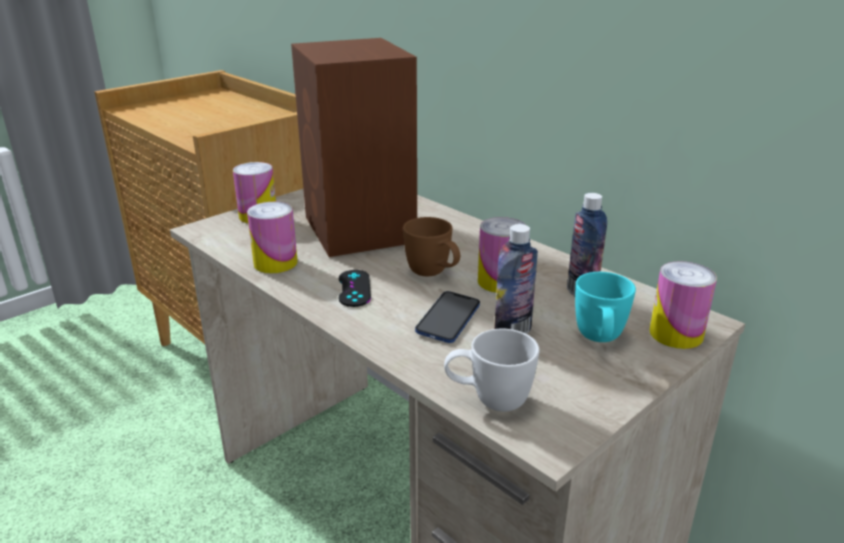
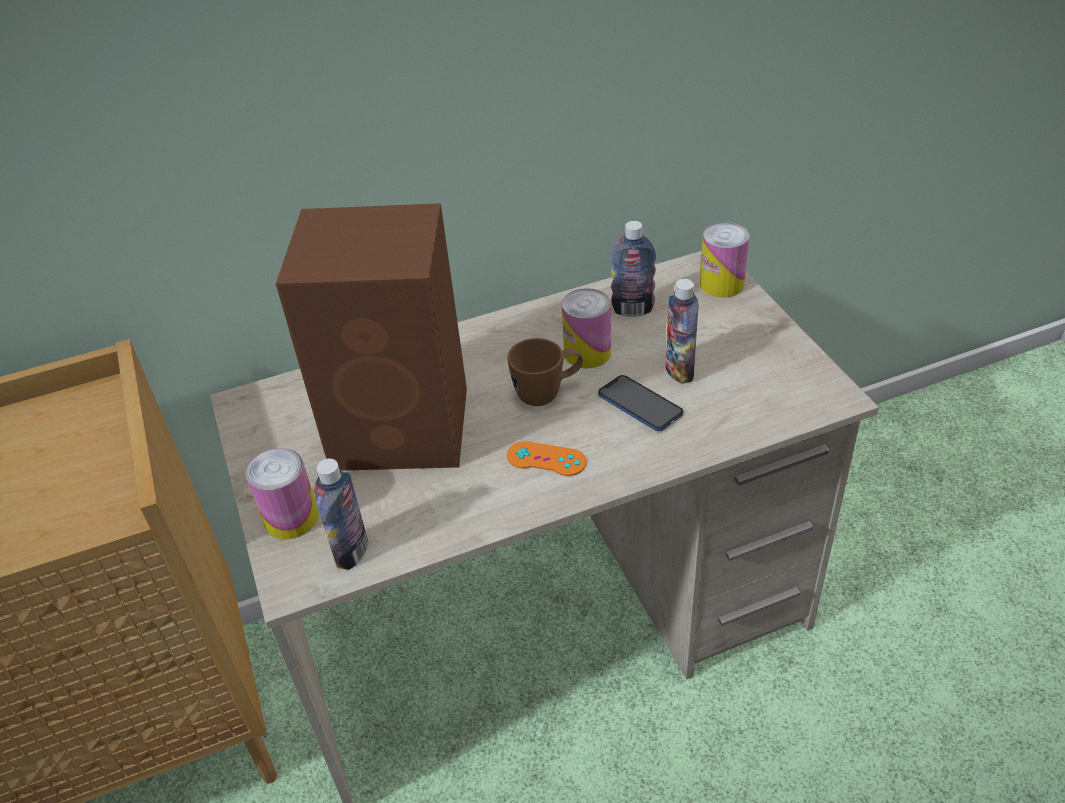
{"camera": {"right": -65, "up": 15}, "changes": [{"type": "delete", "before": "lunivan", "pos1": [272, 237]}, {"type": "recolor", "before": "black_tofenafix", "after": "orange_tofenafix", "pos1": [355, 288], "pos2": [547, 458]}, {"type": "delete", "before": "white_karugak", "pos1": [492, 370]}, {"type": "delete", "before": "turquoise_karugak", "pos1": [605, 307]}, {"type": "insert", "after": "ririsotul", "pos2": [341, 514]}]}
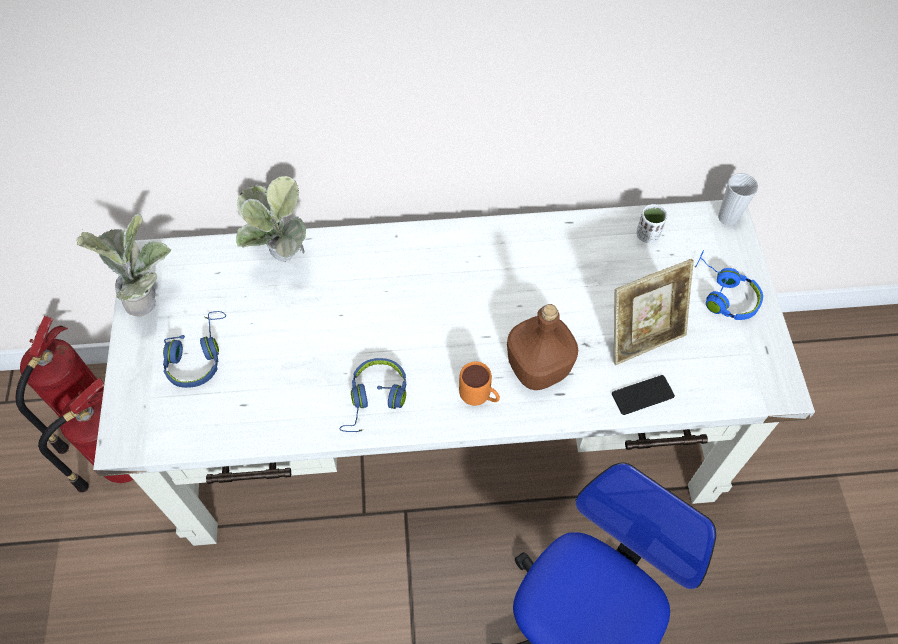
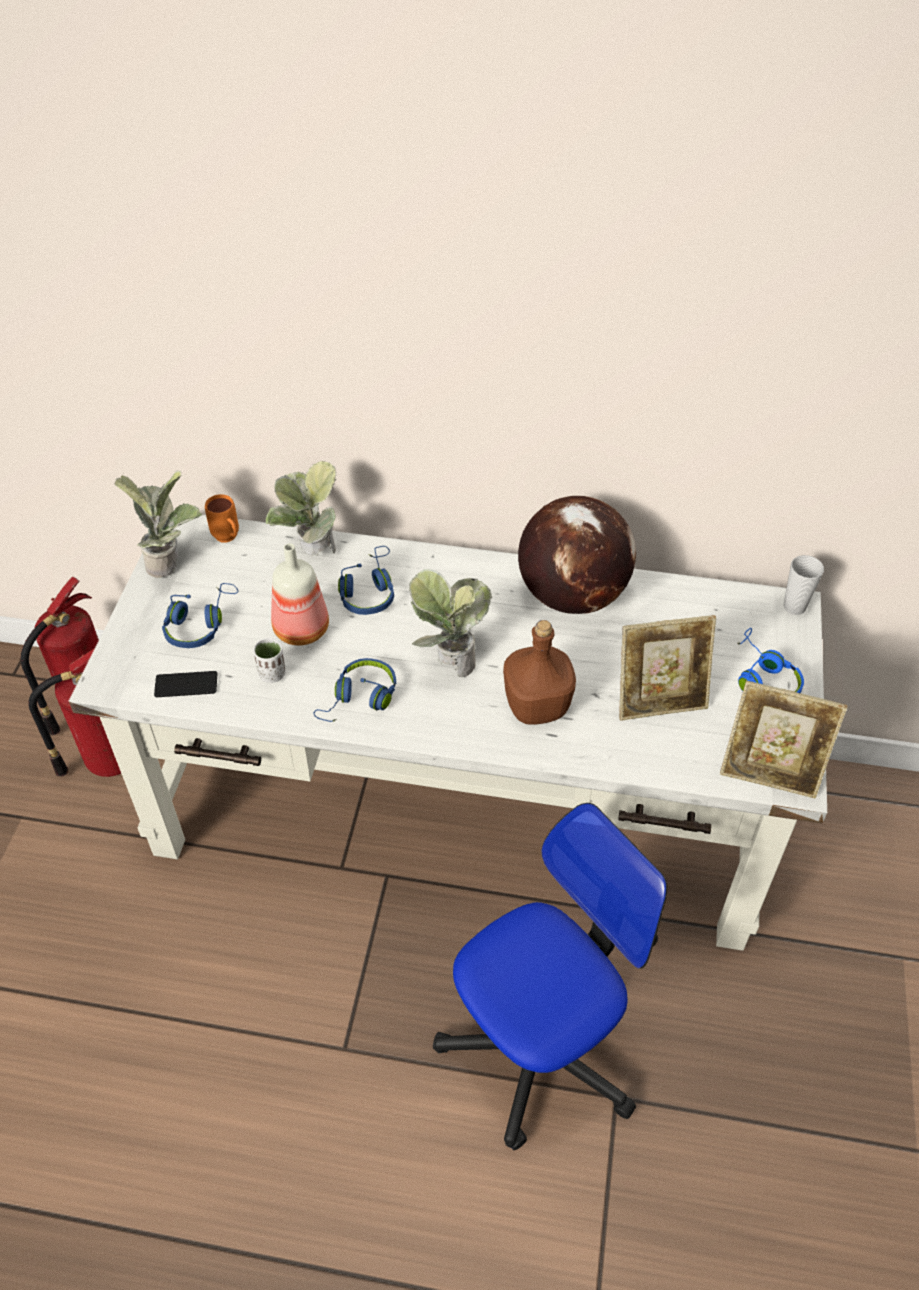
{"camera": {"right": 15, "up": -10}, "changes": [{"type": "move", "before": "orange_karugak", "pos1": [479, 383], "pos2": [222, 518]}, {"type": "move", "before": "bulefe", "pos1": [643, 395], "pos2": [185, 684]}, {"type": "move", "before": "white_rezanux", "pos1": [651, 223], "pos2": [269, 660]}, {"type": "insert", "after": "ririsotul", "pos2": [300, 594]}, {"type": "insert", "after": "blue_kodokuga", "pos2": [366, 580]}, {"type": "insert", "after": "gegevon", "pos2": [450, 623]}, {"type": "insert", "after": "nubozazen", "pos2": [577, 555]}, {"type": "insert", "after": "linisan", "pos2": [784, 739]}]}
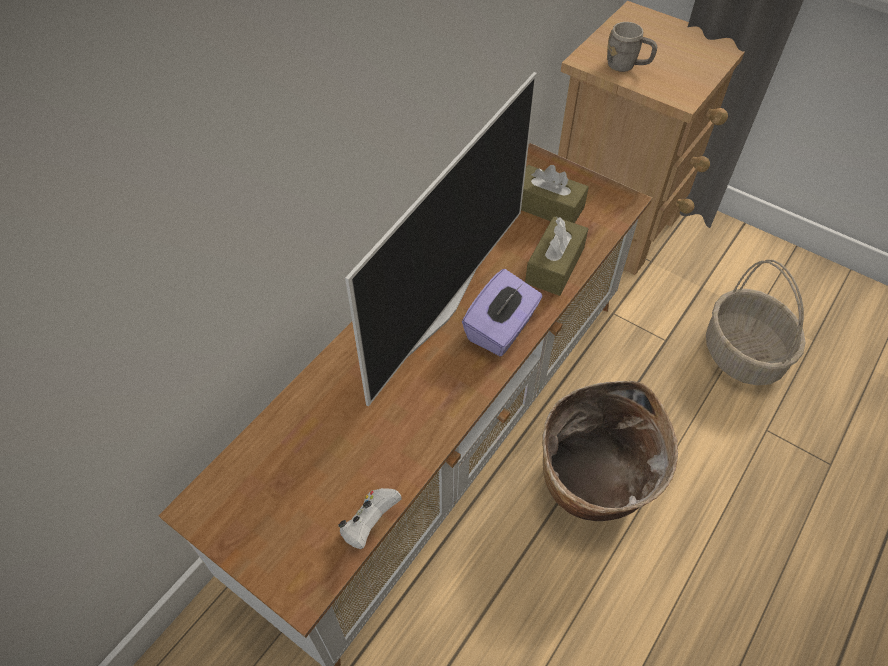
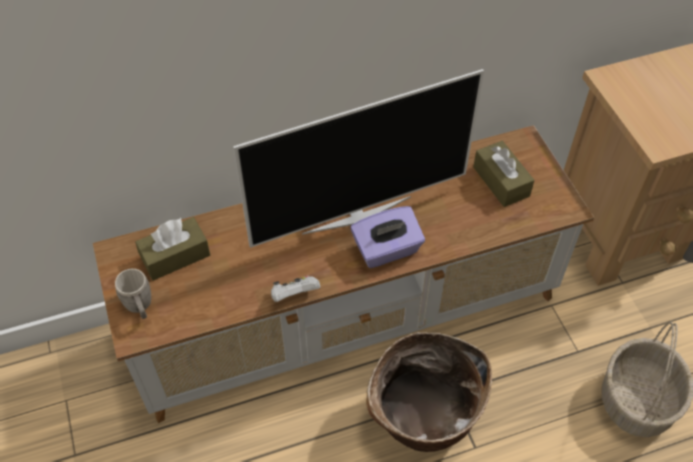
{"camera": {"right": 35, "up": 0}, "changes": [{"type": "move", "before": "white_tofenafix", "pos1": [370, 518], "pos2": [295, 289]}, {"type": "move", "before": "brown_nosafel", "pos1": [556, 256], "pos2": [172, 249]}, {"type": "move", "before": "grey_karugak", "pos1": [632, 47], "pos2": [133, 294]}]}
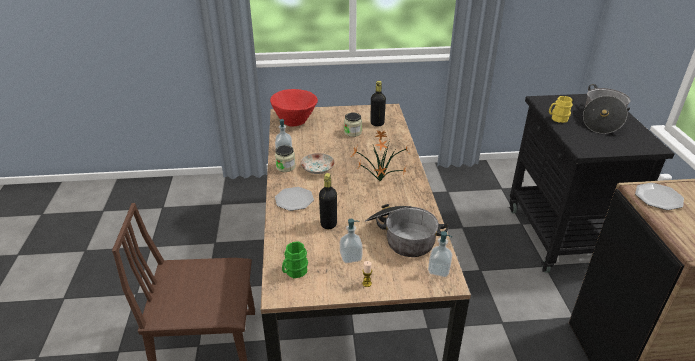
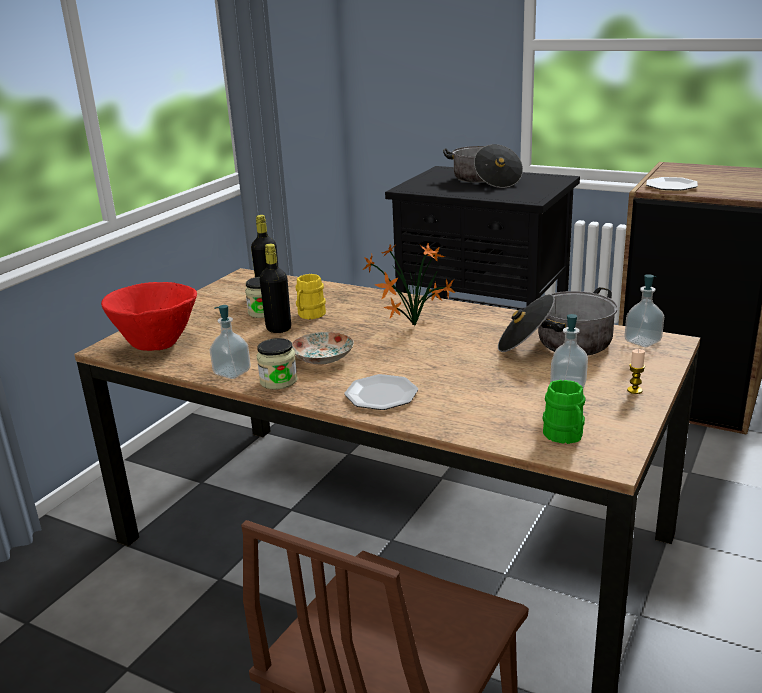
{"camera": {"right": -55, "up": -10}, "changes": [{"type": "move", "before": "black_ririsotul", "pos1": [328, 201], "pos2": [275, 288]}, {"type": "move", "before": "yellow_karugak", "pos1": [561, 109], "pos2": [311, 296]}]}
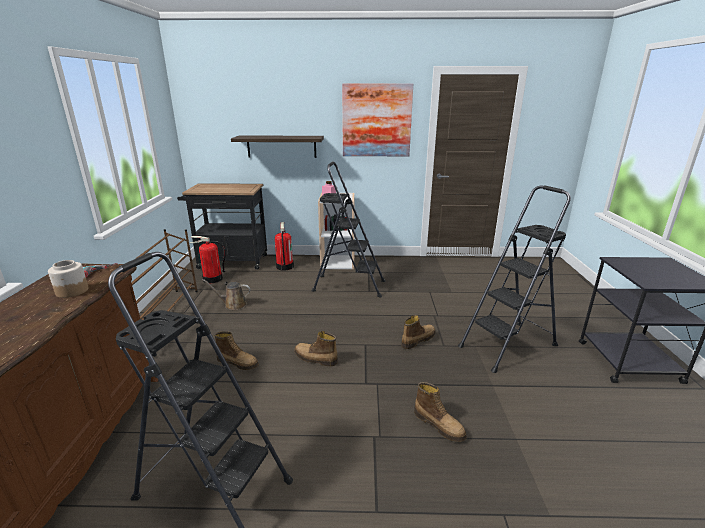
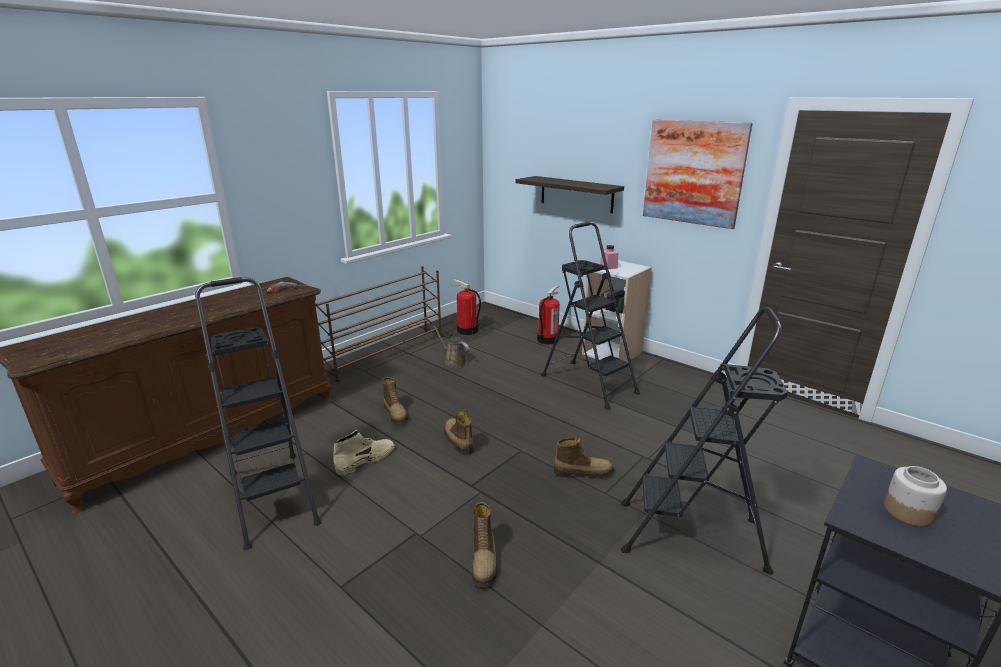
{"camera": {"right": 40, "up": 0}, "changes": [{"type": "move", "before": "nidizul", "pos1": [68, 279], "pos2": [915, 496]}, {"type": "delete", "before": "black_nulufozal", "pos1": [222, 226]}, {"type": "insert", "after": "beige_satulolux", "pos2": [364, 452]}]}
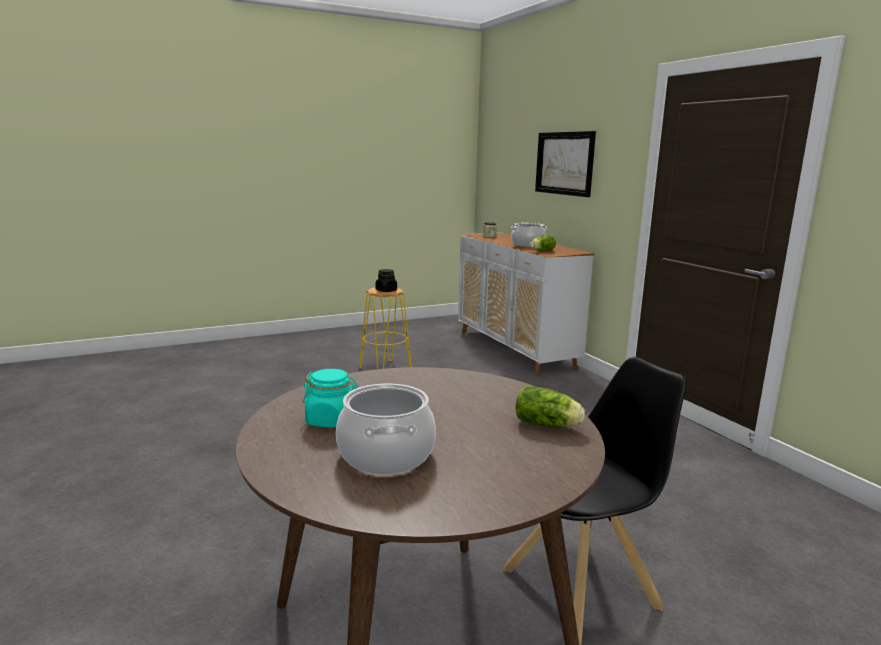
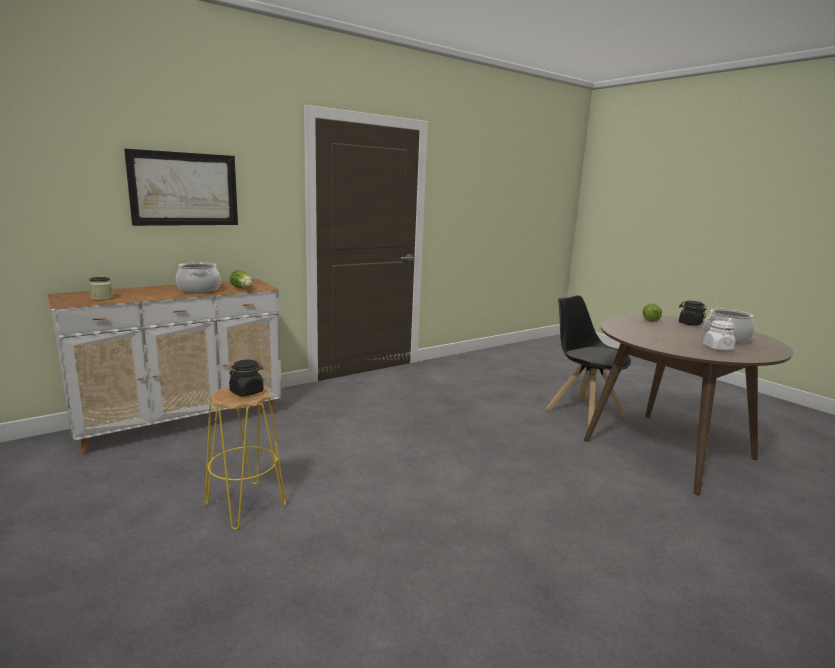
{"camera": {"right": -100, "up": 0}, "changes": [{"type": "recolor", "before": "turquoise_nidizul", "after": "white_nidizul", "pos1": [331, 398], "pos2": [719, 335]}, {"type": "insert", "after": "black_nidizul", "pos2": [692, 313]}]}
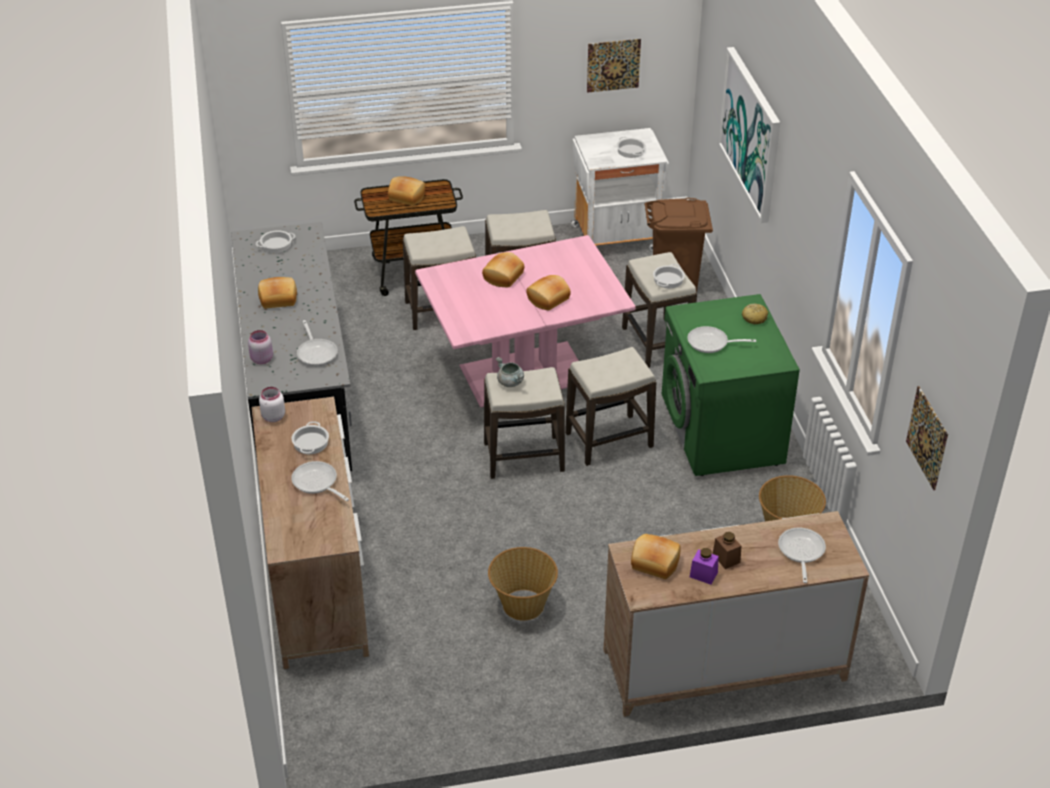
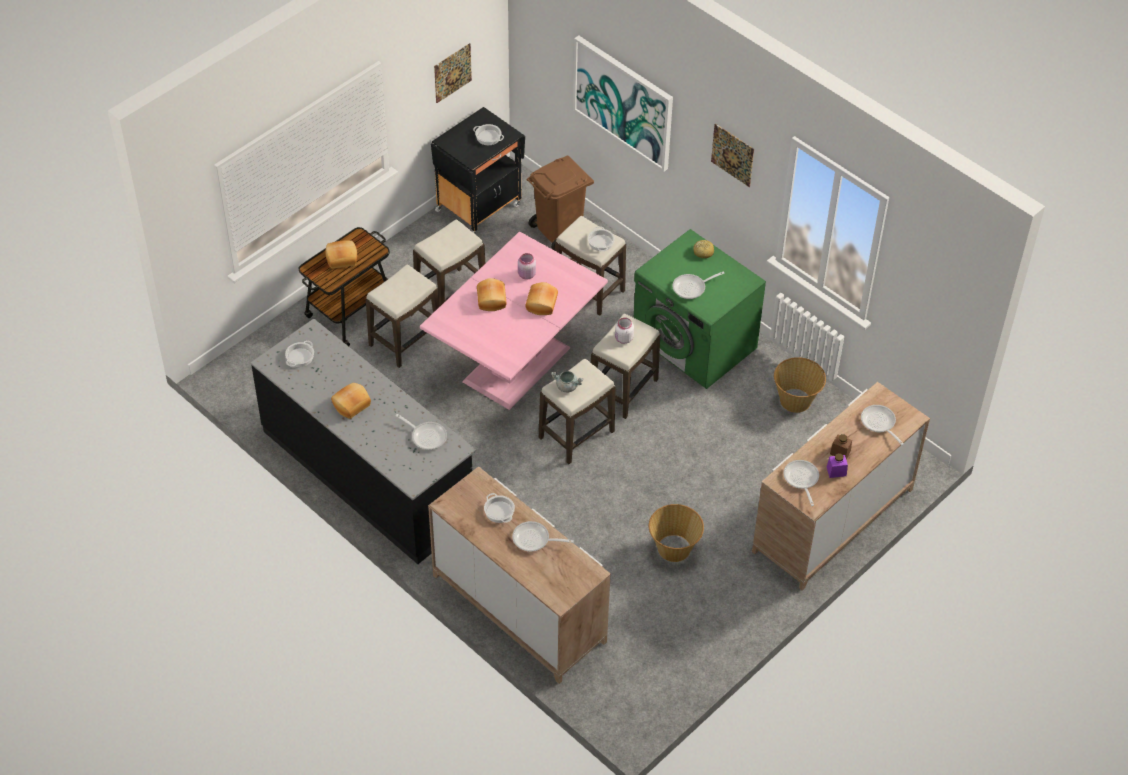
{"camera": {"right": -35, "up": 10}, "changes": [{"type": "move", "before": "pink_nidizul", "pos1": [260, 347], "pos2": [527, 266]}, {"type": "move", "before": "white_nidizul", "pos1": [272, 404], "pos2": [624, 331]}, {"type": "recolor", "before": "white_nulufozal", "after": "black_nulufozal", "pos1": [620, 189], "pos2": [478, 170]}, {"type": "replace", "before": "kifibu", "after": "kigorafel", "pos1": [656, 556], "pos2": [801, 483]}, {"type": "move", "before": "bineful", "pos1": [927, 438], "pos2": [732, 155]}]}
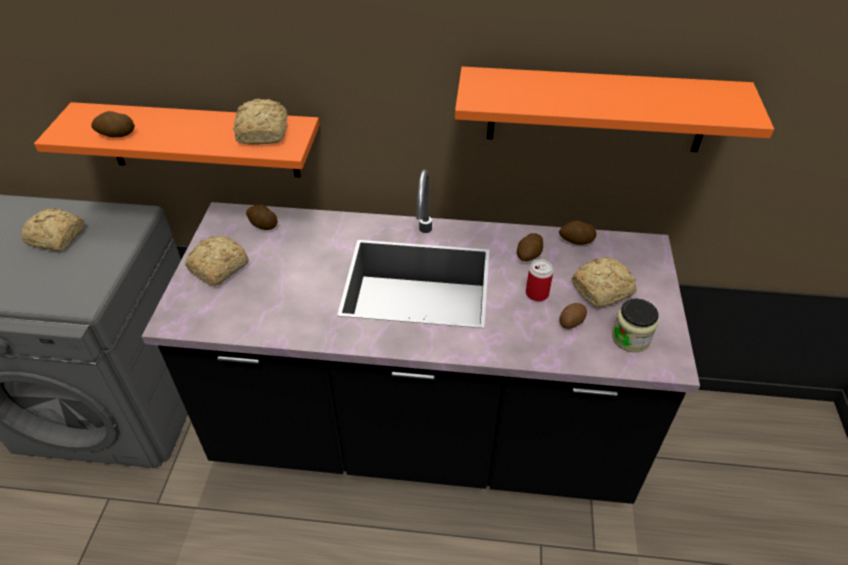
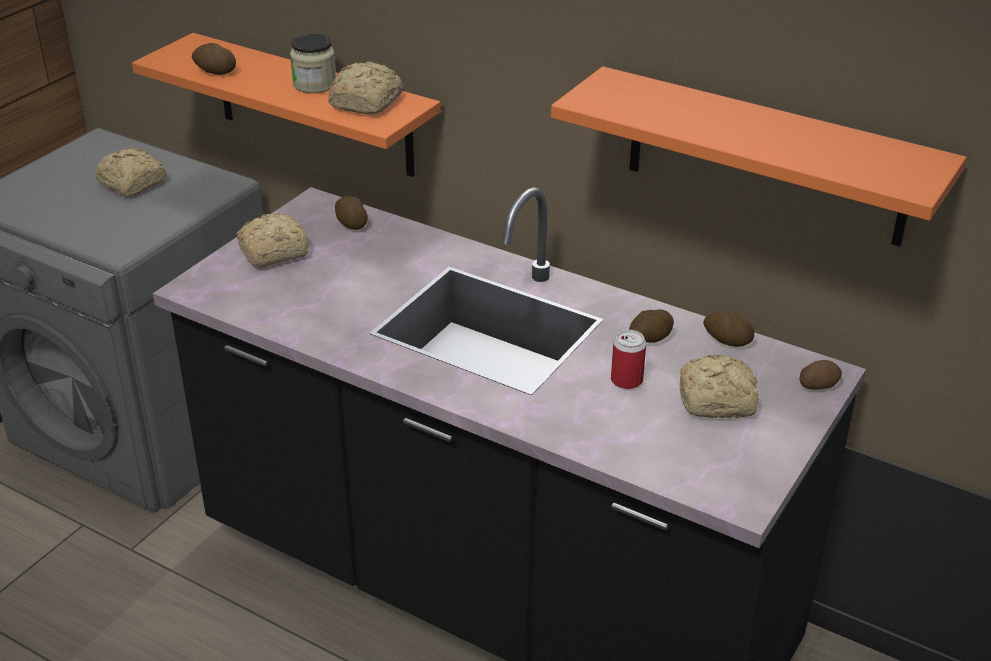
{"camera": {"right": 25, "up": -10}, "changes": [{"type": "move", "before": "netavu", "pos1": [573, 316], "pos2": [820, 375]}, {"type": "move", "before": "nidizul", "pos1": [635, 325], "pos2": [313, 63]}]}
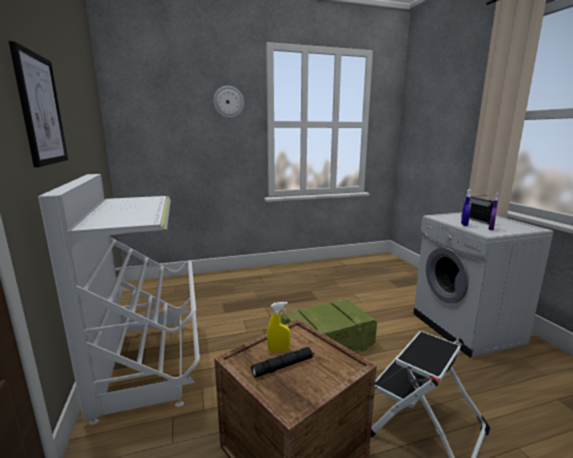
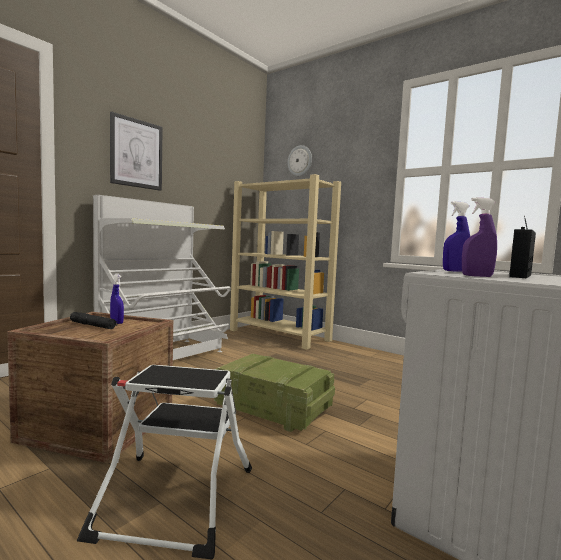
{"camera": {"right": 55, "up": -10}, "changes": [{"type": "move", "before": "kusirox", "pos1": [228, 102], "pos2": [300, 160]}, {"type": "recolor", "before": "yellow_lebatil", "after": "blue_lebatil", "pos1": [279, 327], "pos2": [117, 299]}, {"type": "insert", "after": "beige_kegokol", "pos2": [285, 262]}]}
